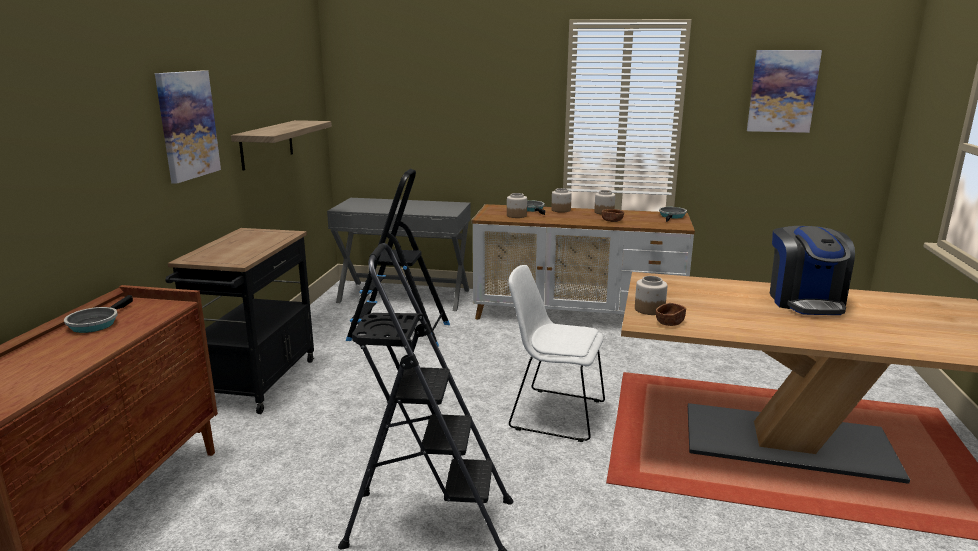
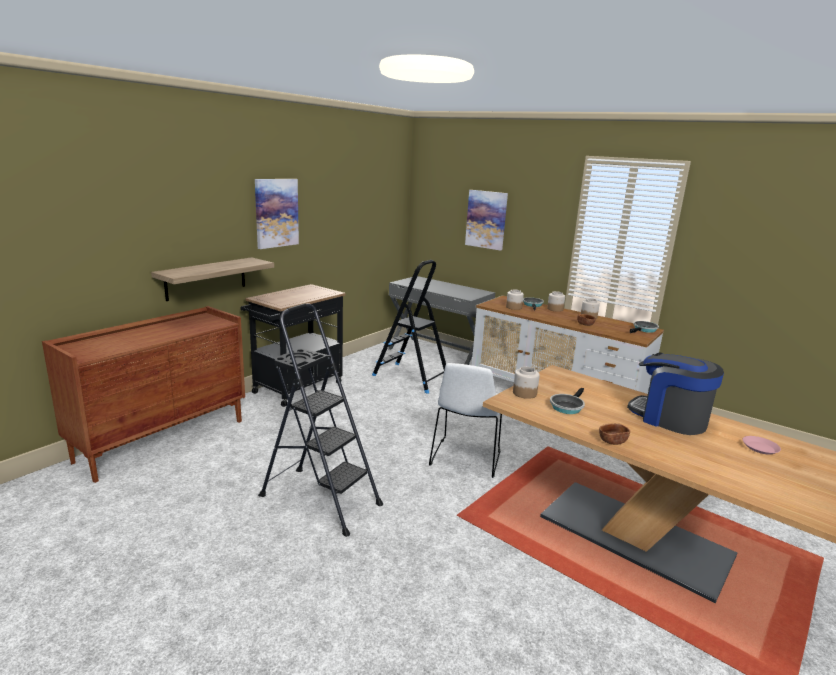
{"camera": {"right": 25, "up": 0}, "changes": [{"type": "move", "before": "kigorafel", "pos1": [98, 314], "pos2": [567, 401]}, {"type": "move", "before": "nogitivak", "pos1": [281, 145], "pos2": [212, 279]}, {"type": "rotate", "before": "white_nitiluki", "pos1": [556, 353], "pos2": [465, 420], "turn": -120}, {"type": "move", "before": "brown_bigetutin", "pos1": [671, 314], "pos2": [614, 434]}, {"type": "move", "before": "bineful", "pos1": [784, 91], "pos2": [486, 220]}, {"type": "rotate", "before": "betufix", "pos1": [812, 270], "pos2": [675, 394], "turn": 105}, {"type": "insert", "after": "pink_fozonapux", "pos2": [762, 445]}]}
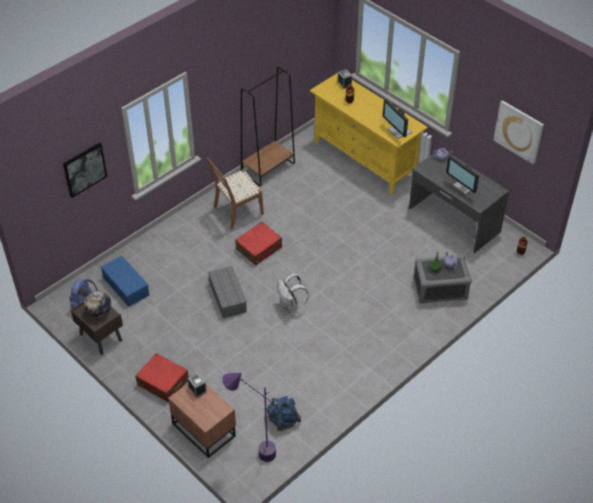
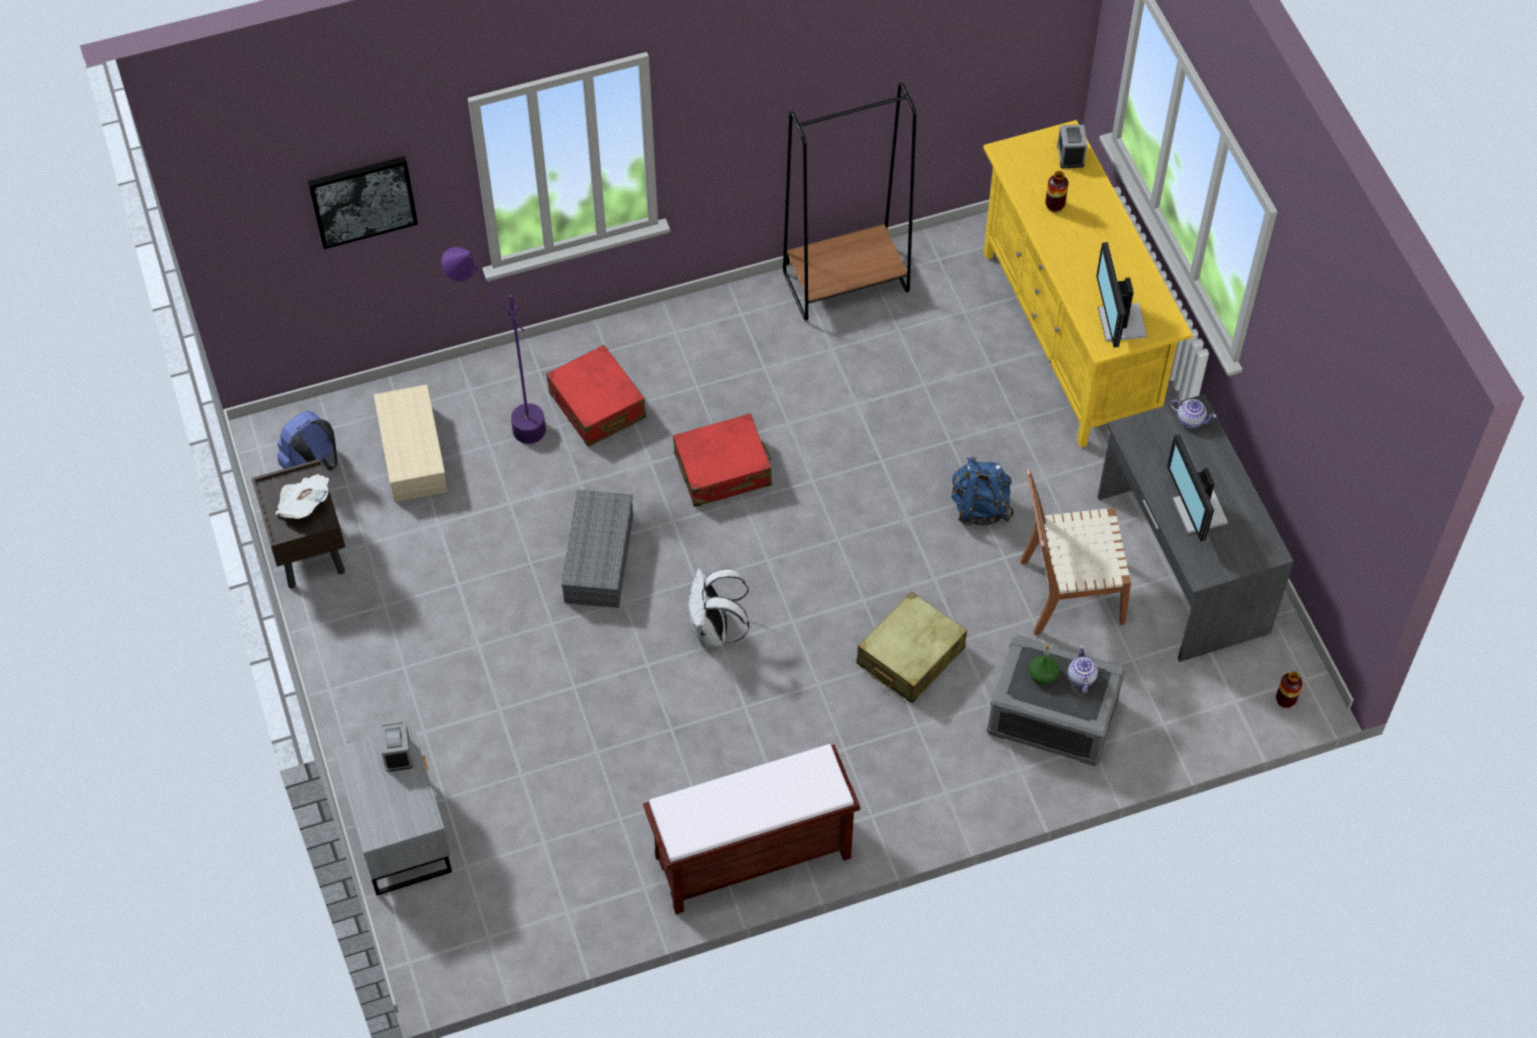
{"camera": {"right": 25, "up": 10}, "changes": [{"type": "replace", "before": "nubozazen", "after": "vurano", "pos1": [97, 303], "pos2": [302, 496]}, {"type": "recolor", "before": "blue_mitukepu", "after": "beige_mitukepu", "pos1": [125, 281], "pos2": [410, 443]}, {"type": "move", "before": "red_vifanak", "pos1": [162, 377], "pos2": [596, 396]}, {"type": "recolor", "before": "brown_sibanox", "after": "grey_sibanox", "pos1": [202, 420], "pos2": [392, 810]}, {"type": "move", "before": "nitiluki", "pos1": [235, 193], "pos2": [1075, 552]}, {"type": "move", "before": "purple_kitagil", "pos1": [249, 417], "pos2": [493, 345]}, {"type": "move", "before": "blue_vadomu", "pos1": [284, 413], "pos2": [982, 490]}, {"type": "delete", "before": "bineful", "pos1": [518, 132]}, {"type": "insert", "after": "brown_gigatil", "pos2": [751, 829]}, {"type": "insert", "after": "beige_vifanak", "pos2": [911, 647]}]}
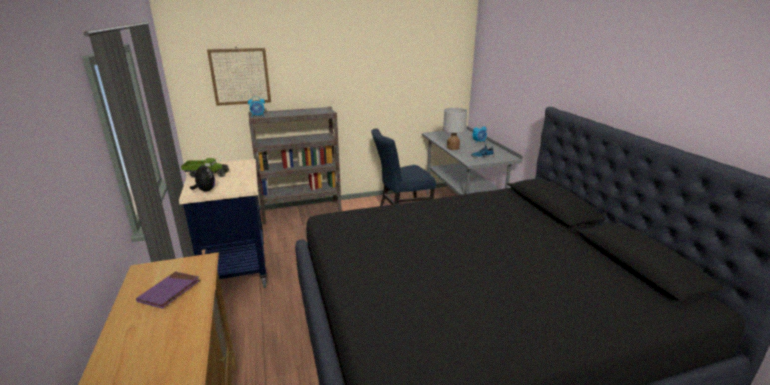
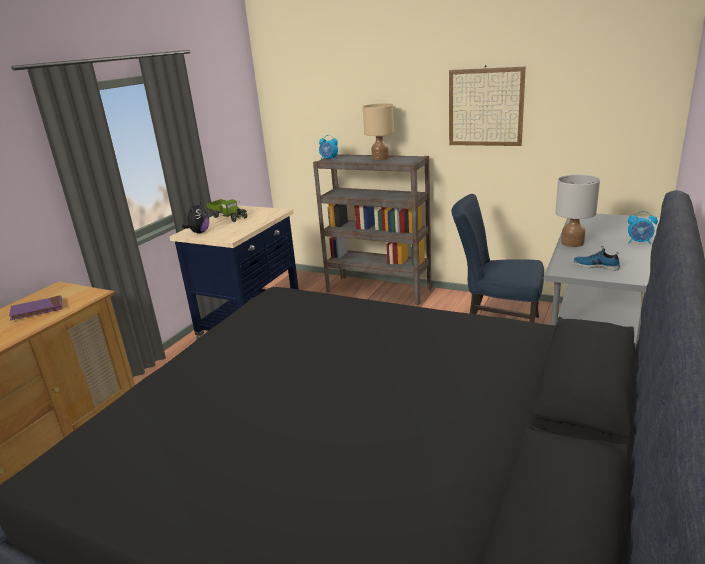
{"camera": {"right": 45, "up": 0}, "changes": [{"type": "move", "before": "bineful", "pos1": [239, 76], "pos2": [487, 105]}, {"type": "insert", "after": "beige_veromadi", "pos2": [378, 131]}]}
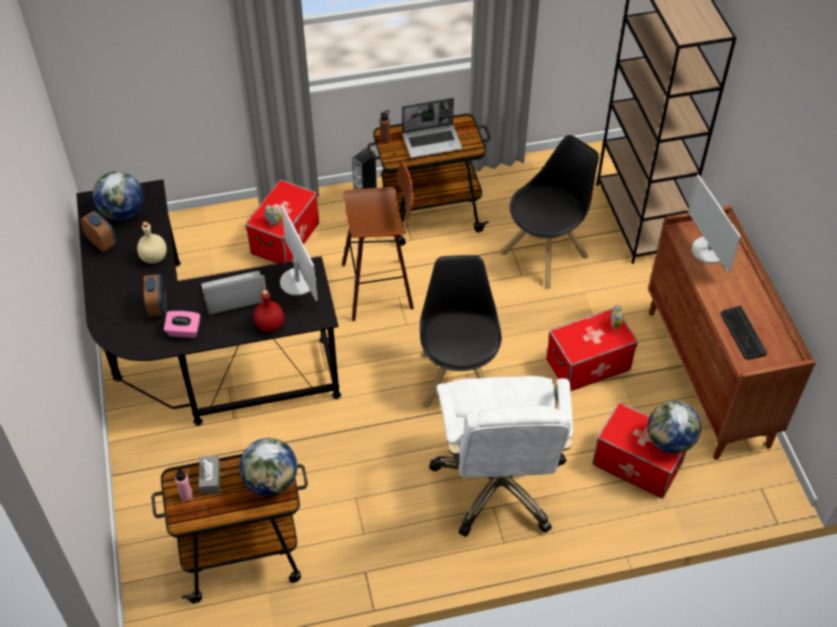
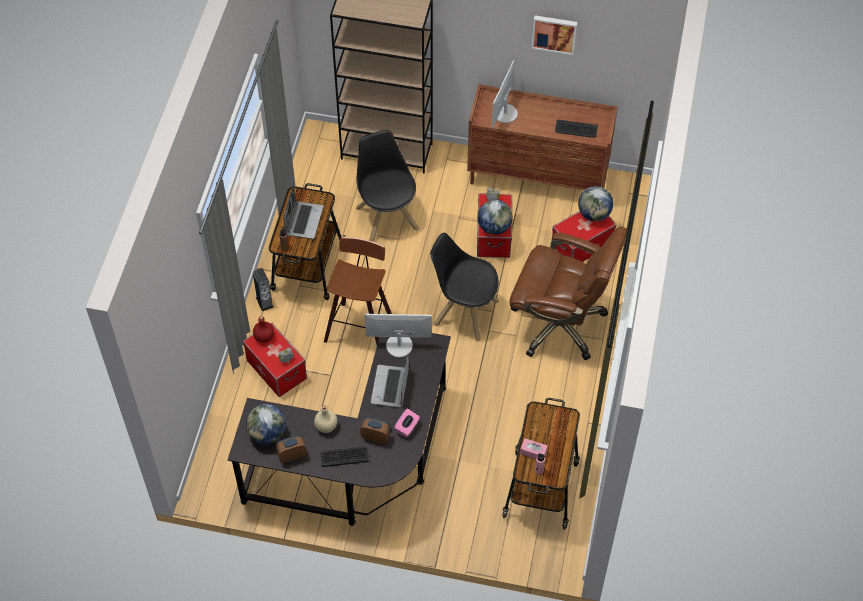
{"camera": {"right": -65, "up": 5}, "changes": [{"type": "recolor", "before": "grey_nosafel", "after": "pink_nosafel", "pos1": [209, 475], "pos2": [534, 448]}, {"type": "move", "before": "nubozazen", "pos1": [268, 467], "pos2": [495, 217]}, {"type": "move", "before": "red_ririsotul", "pos1": [269, 311], "pos2": [263, 329]}, {"type": "recolor", "before": "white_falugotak", "after": "brown_falugotak", "pos1": [501, 456], "pos2": [568, 293]}, {"type": "rotate", "before": "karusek", "pos1": [714, 224], "pos2": [505, 94], "turn": 105}, {"type": "insert", "after": "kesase", "pos2": [345, 457]}, {"type": "insert", "after": "bineful", "pos2": [554, 35]}]}
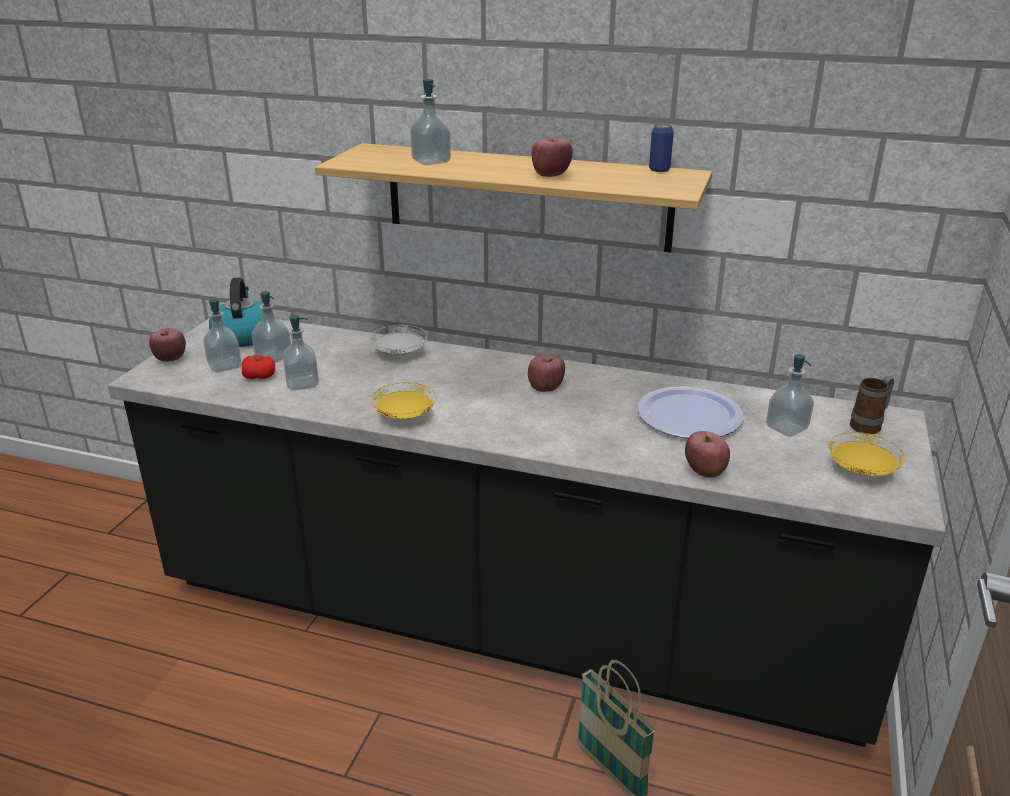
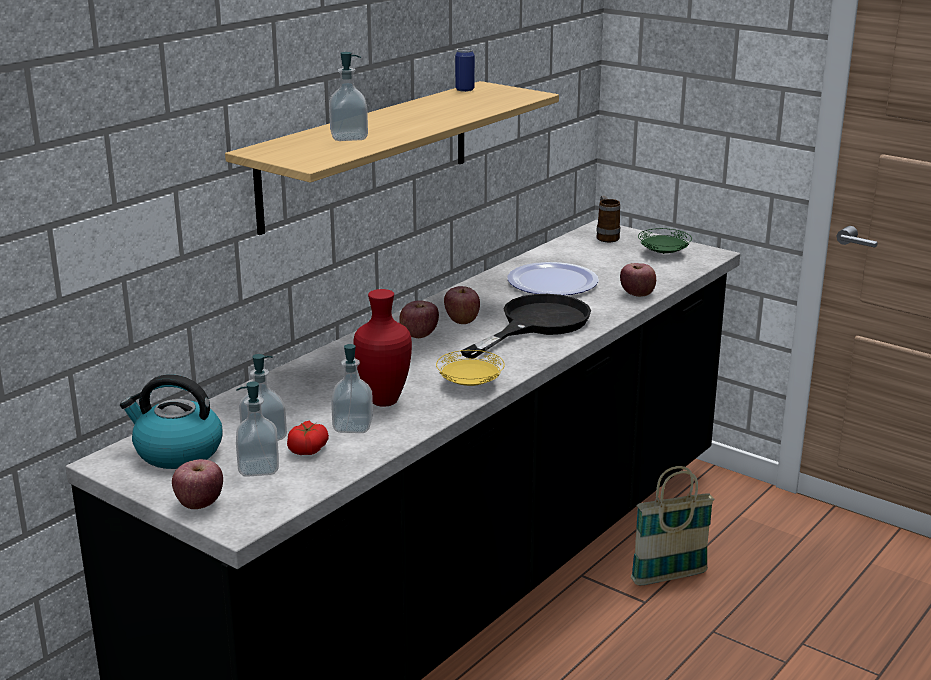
{"camera": {"right": -70, "up": -5}, "changes": [{"type": "delete", "before": "white_fozonapux", "pos1": [399, 340]}, {"type": "move", "before": "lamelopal", "pos1": [552, 157], "pos2": [419, 319]}, {"type": "delete", "before": "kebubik", "pos1": [790, 395]}, {"type": "recolor", "before": "yellow_fozonapux", "after": "green_fozonapux", "pos1": [866, 454], "pos2": [665, 241]}, {"type": "insert", "after": "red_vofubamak", "pos2": [382, 348]}, {"type": "insert", "after": "black_kigorafel", "pos2": [526, 326]}]}
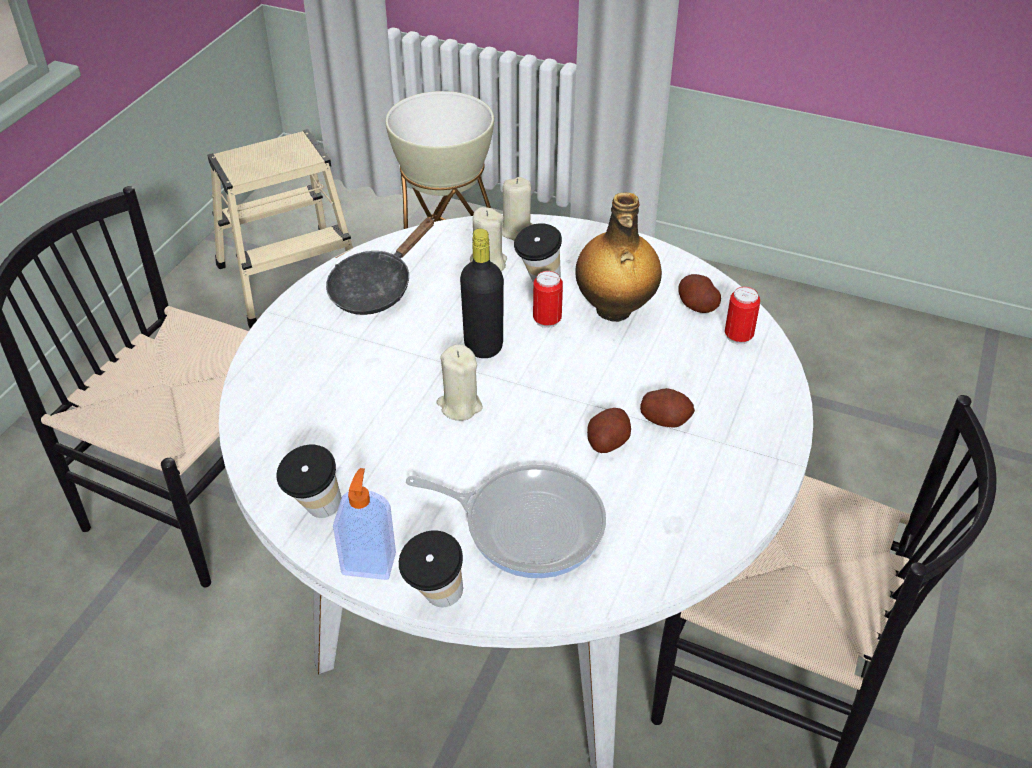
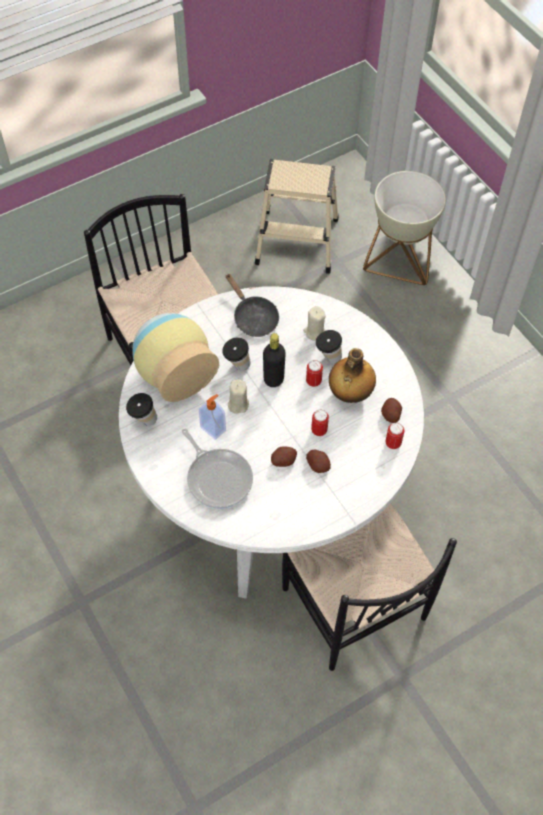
{"camera": {"right": 35, "up": 15}, "changes": [{"type": "rotate", "before": "black_kigorafel", "pos1": [380, 266], "pos2": [252, 305], "turn": -105}, {"type": "move", "before": "kebubik", "pos1": [364, 524], "pos2": [212, 417]}, {"type": "move", "before": "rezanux", "pos1": [431, 568], "pos2": [236, 354]}, {"type": "delete", "before": "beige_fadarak", "pos1": [517, 209]}, {"type": "insert", "after": "vofubamak", "pos2": [175, 357]}, {"type": "insert", "after": "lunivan", "pos2": [320, 423]}]}
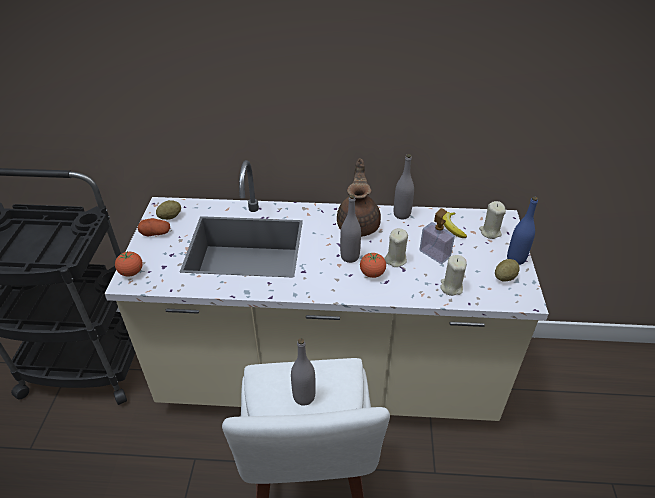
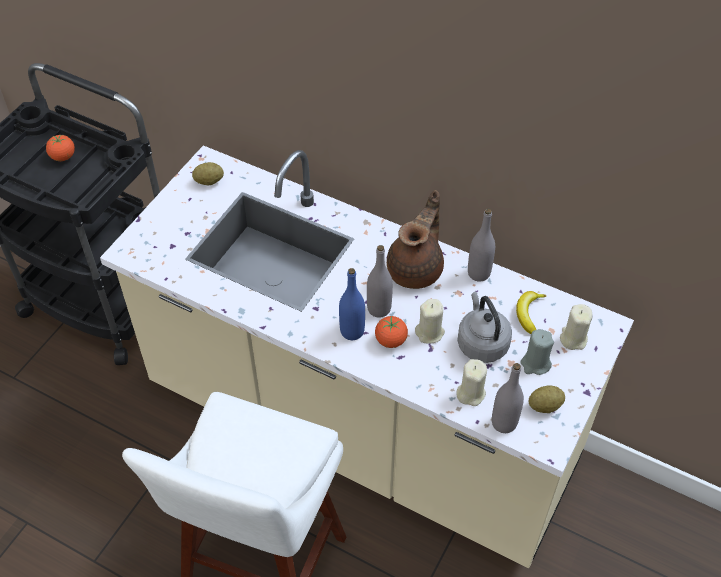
{"camera": {"right": 25, "up": 10}, "changes": [{"type": "move", "before": "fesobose", "pos1": [129, 264], "pos2": [60, 148]}, {"type": "delete", "before": "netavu", "pos1": [154, 227]}, {"type": "move", "before": "grey_ririsotul", "pos1": [303, 372], "pos2": [508, 398]}, {"type": "replace", "before": "kebubik", "after": "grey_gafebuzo", "pos1": [437, 236], "pos2": [484, 327]}, {"type": "move", "before": "blue_ririsotul", "pos1": [522, 231], "pos2": [352, 304]}, {"type": "insert", "after": "grey_fadarak", "pos2": [537, 352]}]}
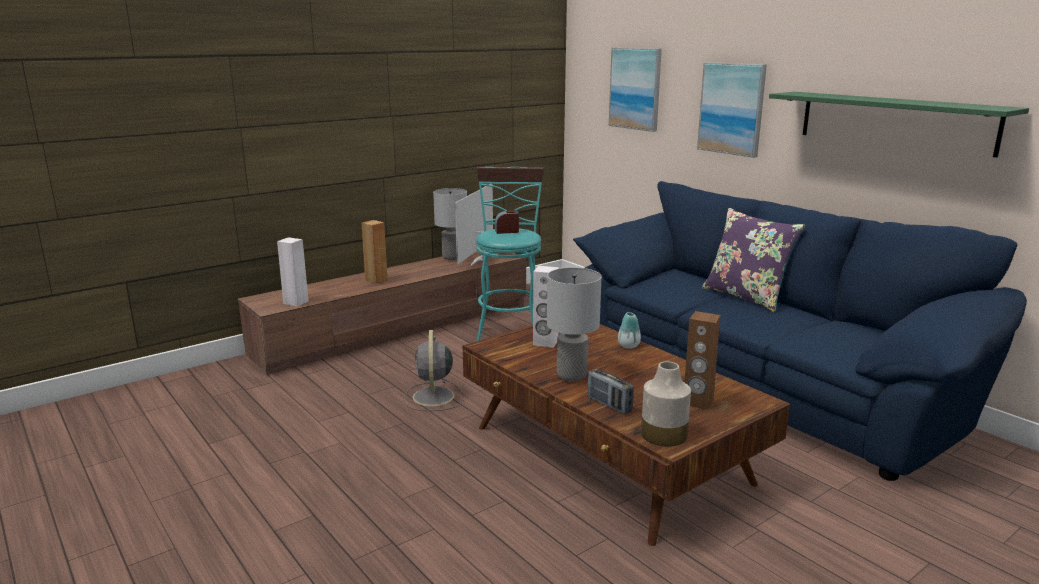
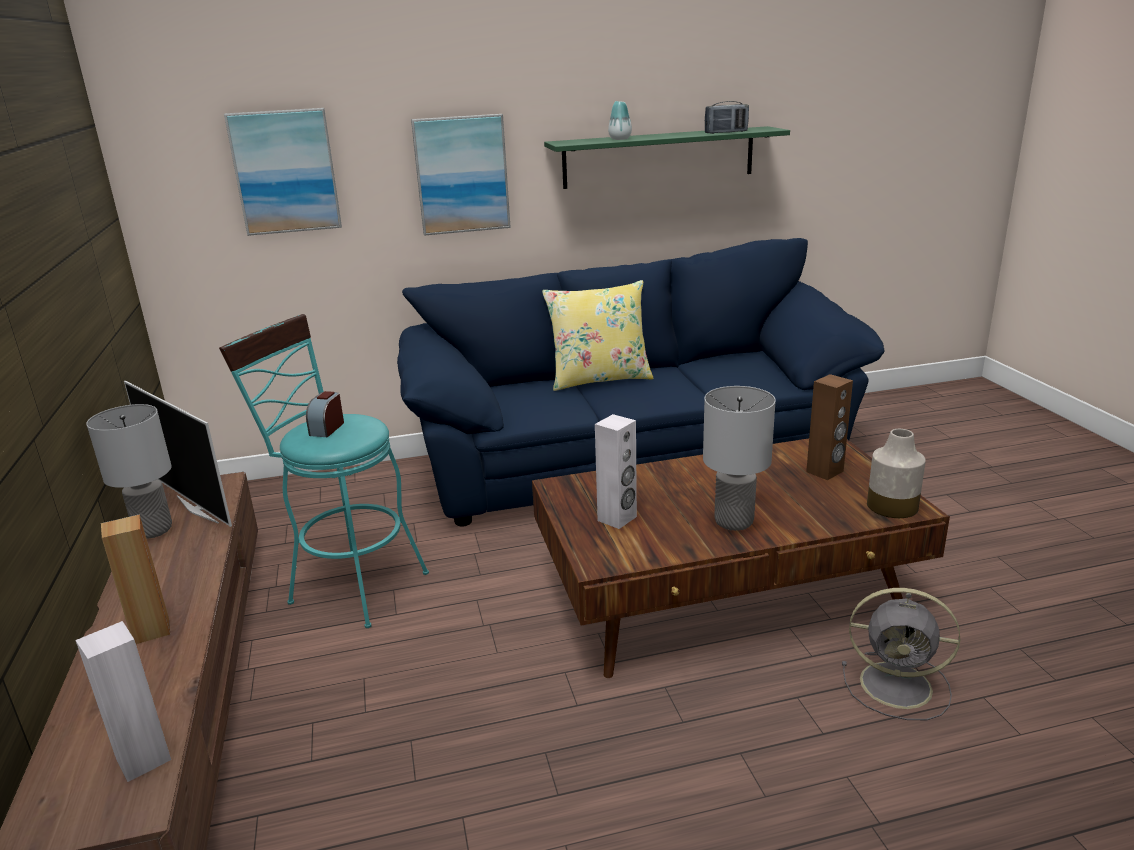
{"camera": {"right": -65, "up": 5}, "changes": [{"type": "move", "before": "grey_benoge", "pos1": [434, 370], "pos2": [901, 654]}, {"type": "move", "before": "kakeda", "pos1": [610, 391], "pos2": [727, 117]}, {"type": "move", "before": "vofubamak", "pos1": [629, 330], "pos2": [620, 120]}, {"type": "recolor", "before": "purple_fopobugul", "after": "yellow_fopobugul", "pos1": [753, 260], "pos2": [598, 335]}]}
